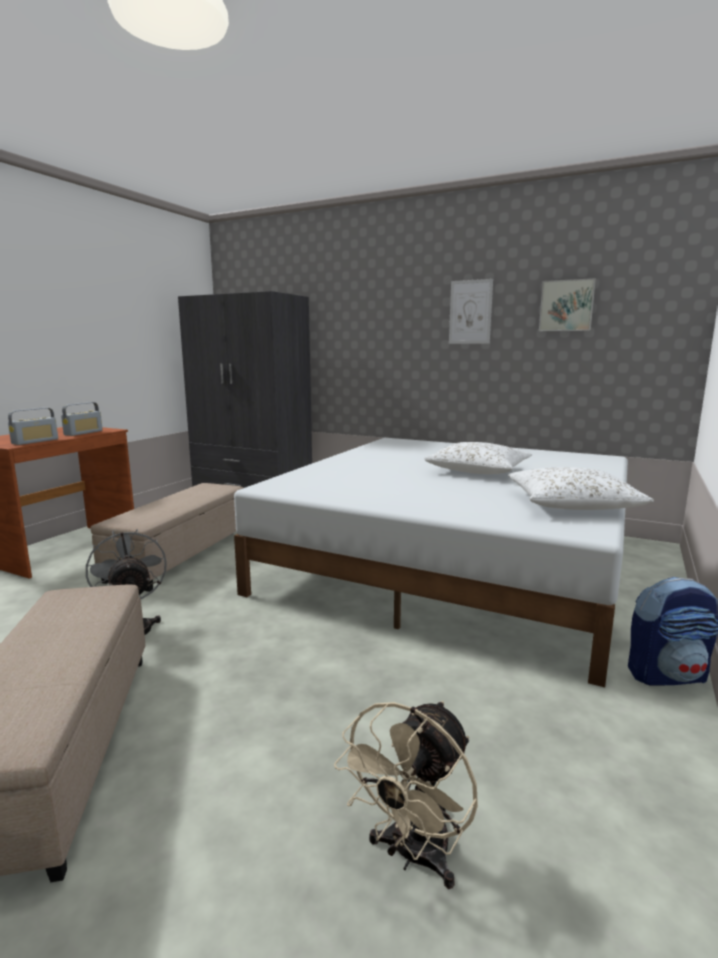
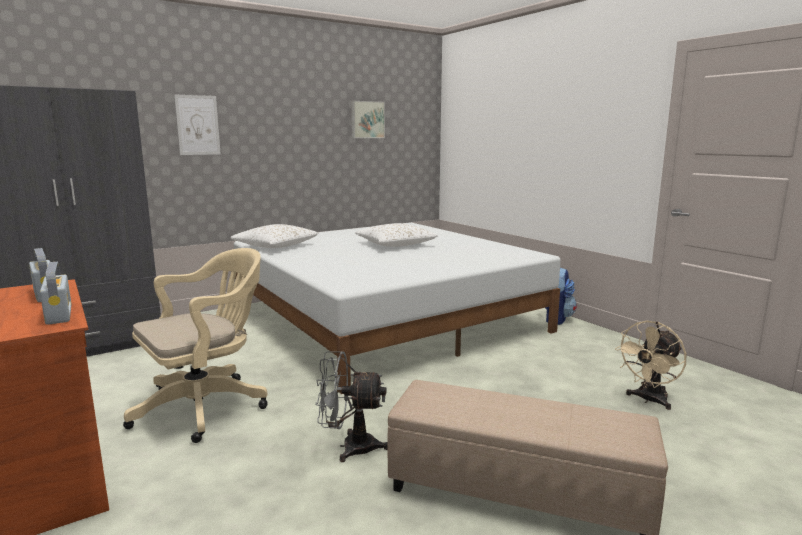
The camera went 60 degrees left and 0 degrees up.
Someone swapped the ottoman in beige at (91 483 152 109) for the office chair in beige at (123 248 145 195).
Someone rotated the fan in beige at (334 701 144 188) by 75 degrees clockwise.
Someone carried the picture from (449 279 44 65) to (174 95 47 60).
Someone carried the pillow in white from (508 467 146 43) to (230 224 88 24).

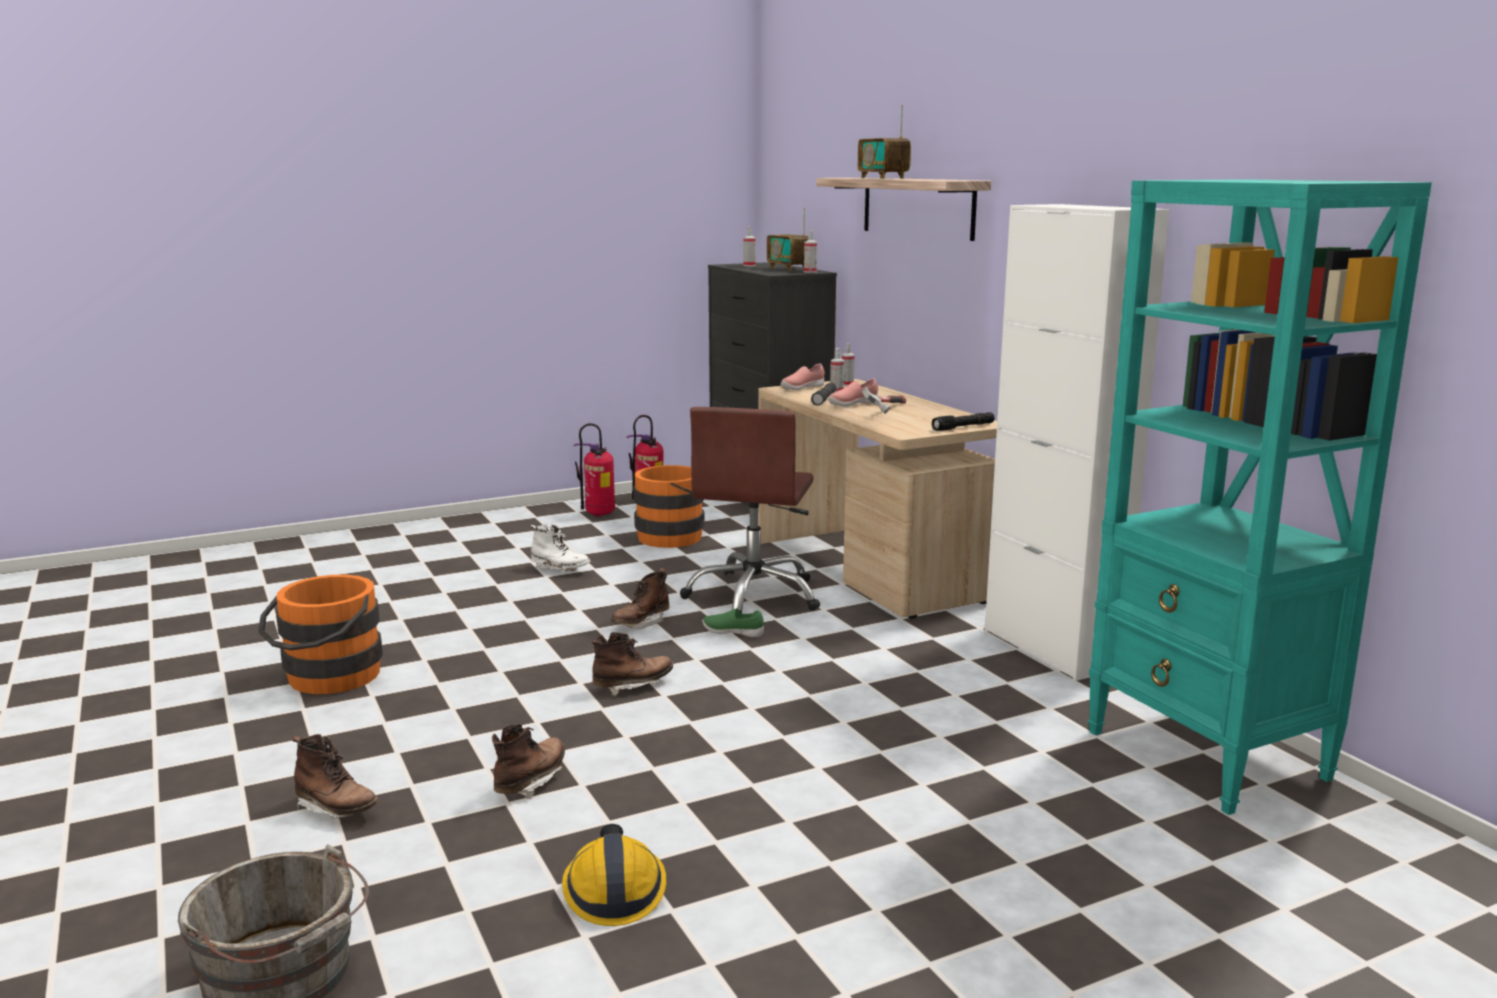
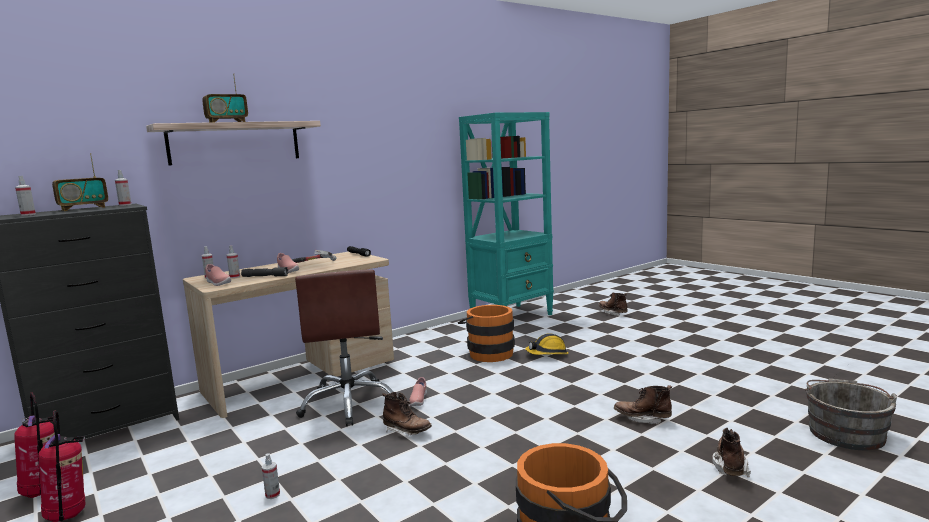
The camera went 100 degrees left and 5 degrees down.
Someone swapped the boot in white at (531 524 60 47) for the spray bottle at (262 453 18 46).
Someone carried the hard hat from (562 824 105 102) to (525 333 44 22).
Someone carried the boot in brown from (592 632 81 64) to (598 292 30 24).
Someone carried the bucket in orange from (634 465 71 83) to (458 305 57 57).
Someone rotated the office chair in brown at (680 407 140 207) by 75 degrees clockwise.
Someone repainted the shoe in green at (702 608 62 29), which became the shoe in pink at (409 377 18 29).
Someone took away the cabinet in white at (985 204 185 477).

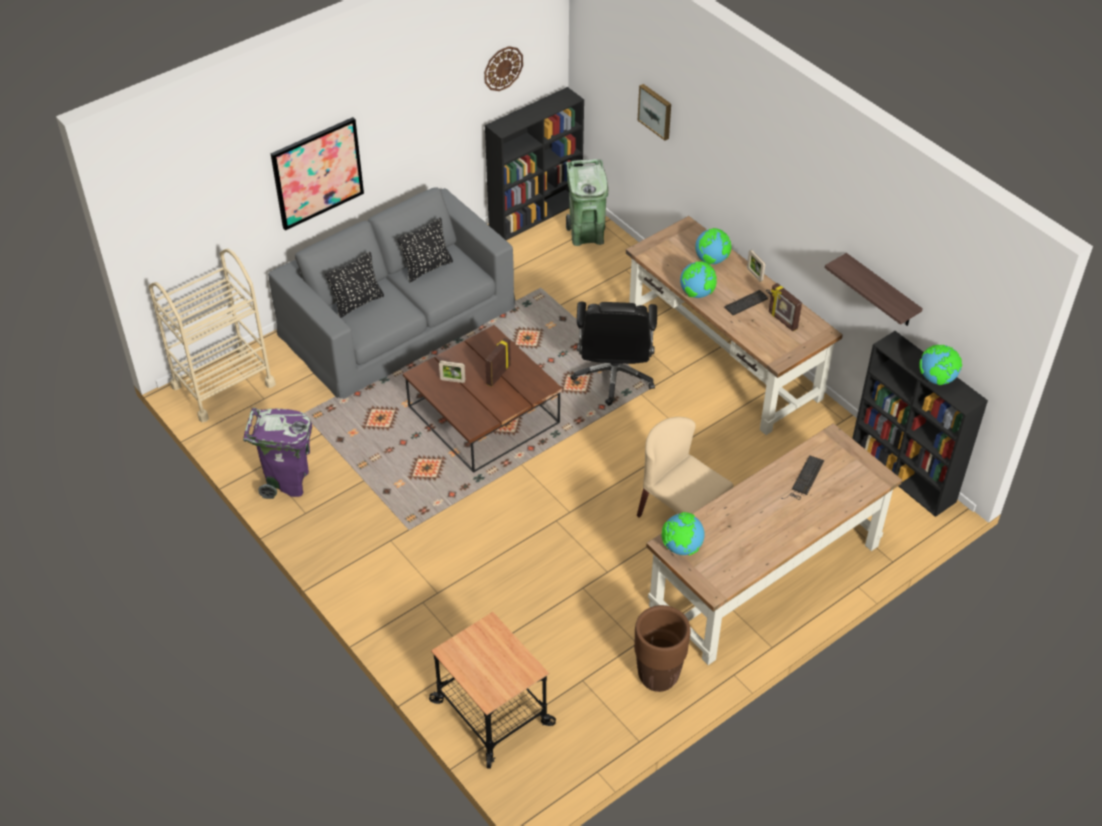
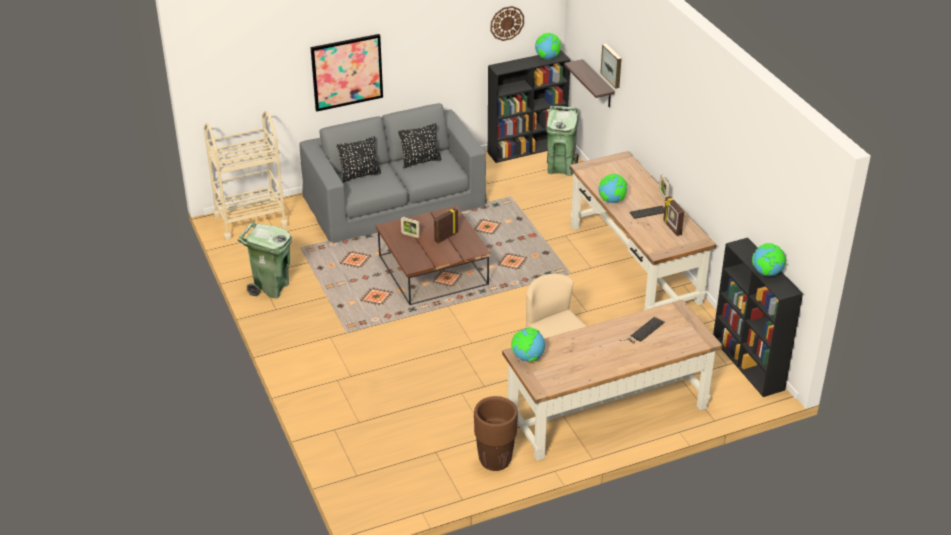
The camera went 15 degrees right and 10 degrees down.
Someone repainted the trash can in purple at (243 407 69 92), which became the trash can in green at (238 222 54 76).
Someone took away the cart at (429 612 127 157).
Someone took away the office chair in black at (570 302 87 104).
Someone carried the globe from (695 228 36 36) to (535 33 26 26).
Someone carried the shelf from (825 253 98 73) to (564 59 51 48).

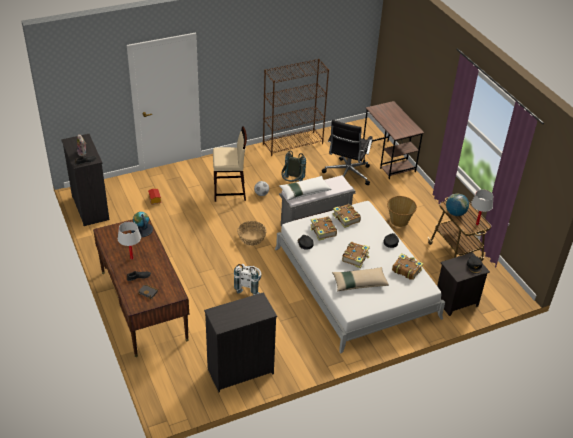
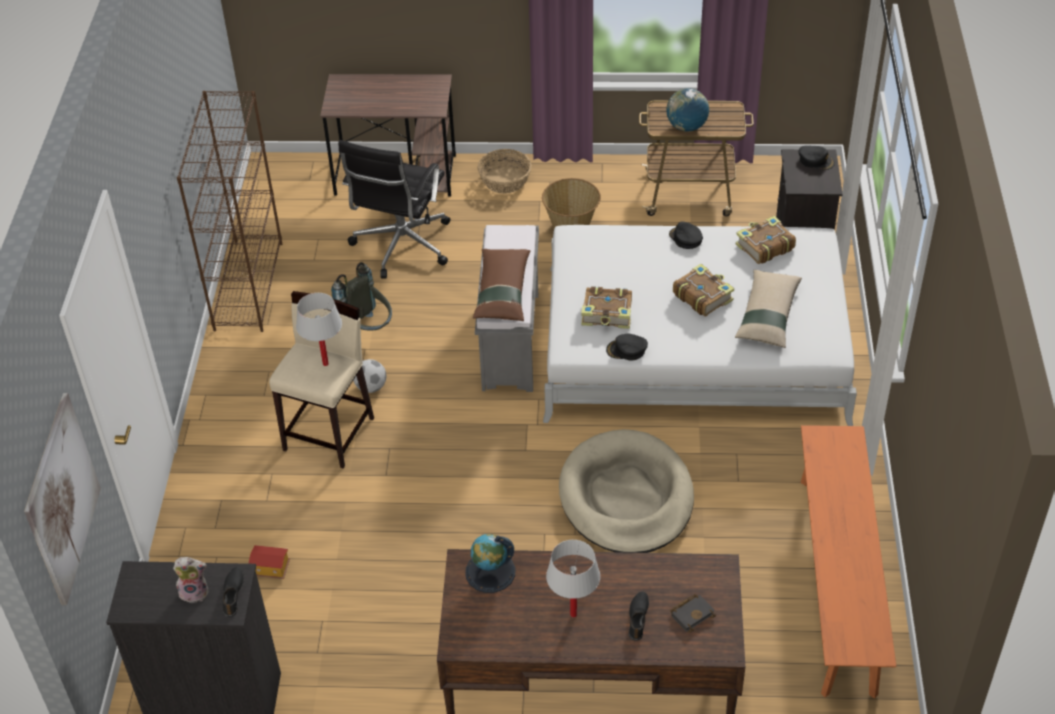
The camera went 60 degrees left and 5 degrees up.
Someone swapped the dresser in black at (204 292 73 100) for the bench in orange at (801 425 95 274).
Someone swapped the backpack in white at (234 264 28 31) for the dog bed in beige at (559 429 135 124).
Someone carried the basket from (237 221 30 25) to (477 149 55 45).
Someone repainted the pillow in white at (279 176 52 24), which became the pillow in brown at (473 249 58 72).
Someone rotated the office chair in black at (322 120 51 65) by 60 degrees clockwise.
Someone took away the book at (333 204 28 24).
Someone carried the table lamp in white from (471 189 22 36) to (296 293 46 73).
Someone put up the picture at (24 393 77 212).

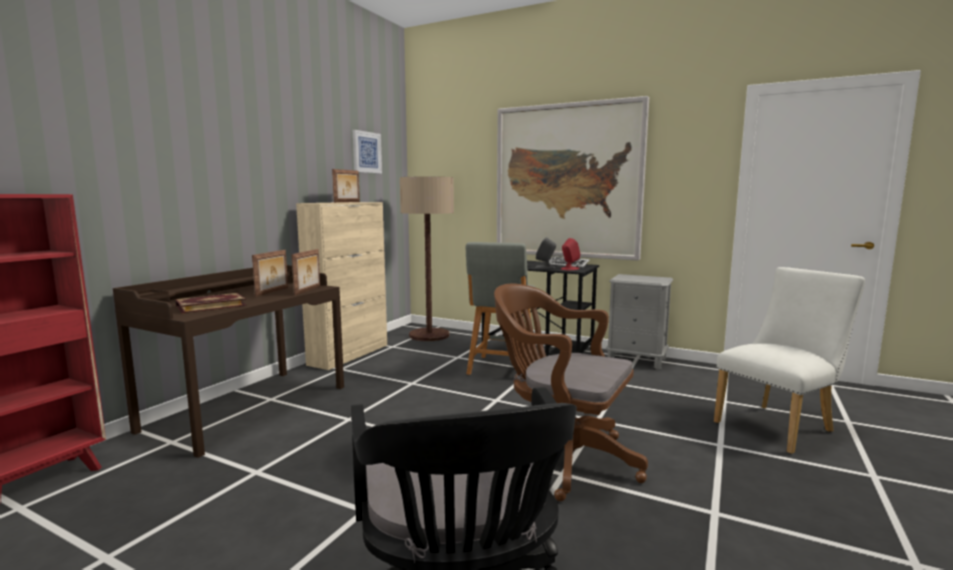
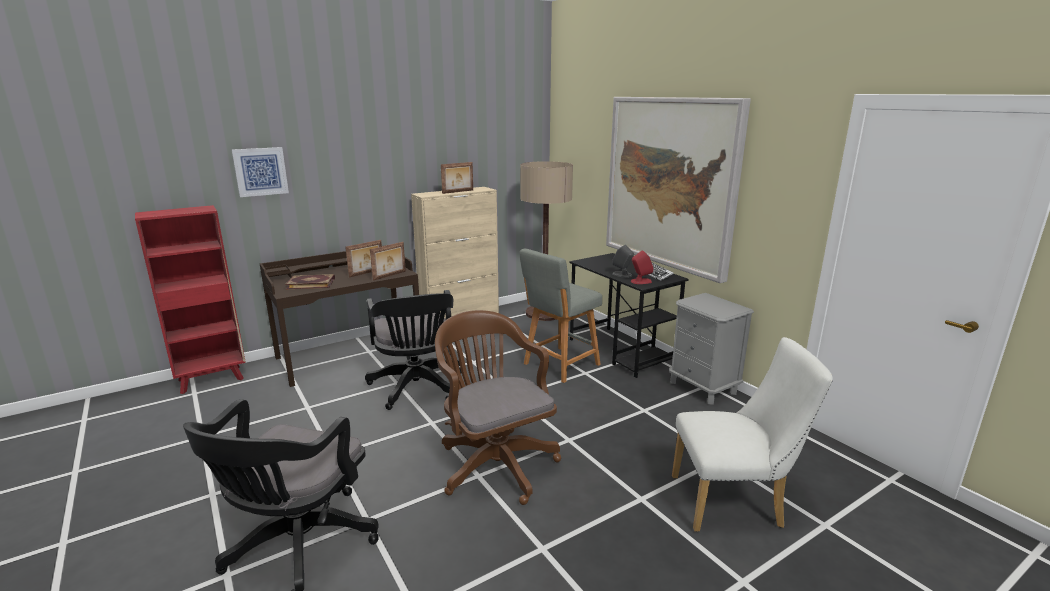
The camera went 30 degrees right and 10 degrees up.
Someone carried the picture from (353 130 29 43) to (232 147 57 50).
Someone put down the office chair in black at (365 290 97 120).

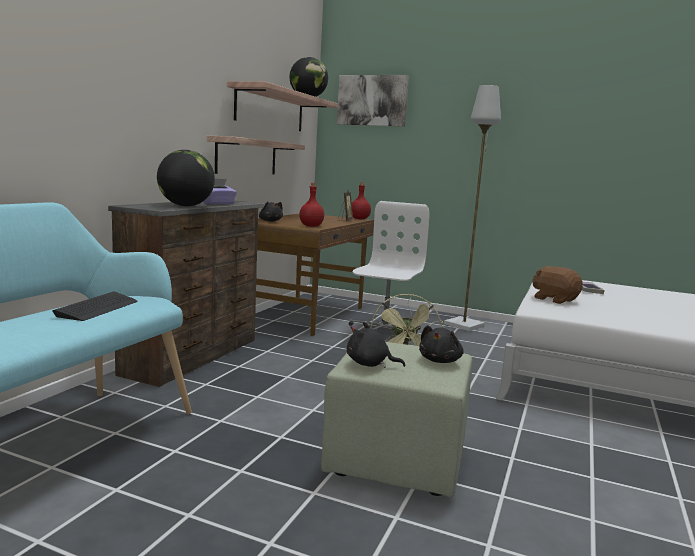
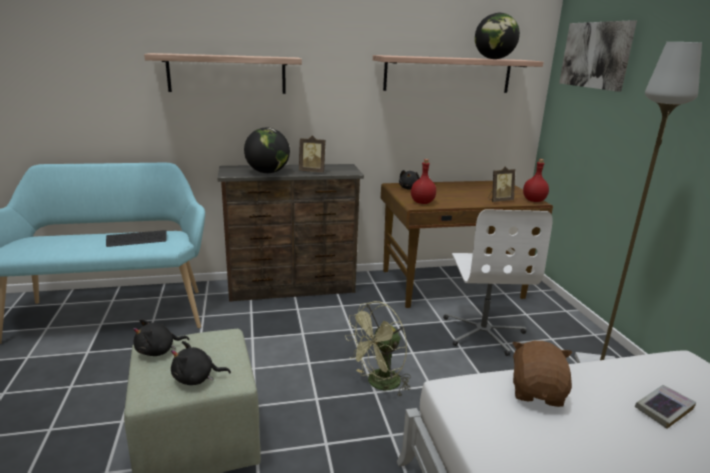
The camera went 55 degrees right and 10 degrees up.
Someone swapped the tissue box in purple at (203 178 34 26) for the picture frame at (299 135 26 37).
Someone carried the shelf from (207 135 98 40) to (144 53 158 41).
Someone rotated the plush toy in black at (347 322 58 46) by 105 degrees counterclockwise.
Someone rotated the office chair in white at (349 201 81 140) by 105 degrees clockwise.

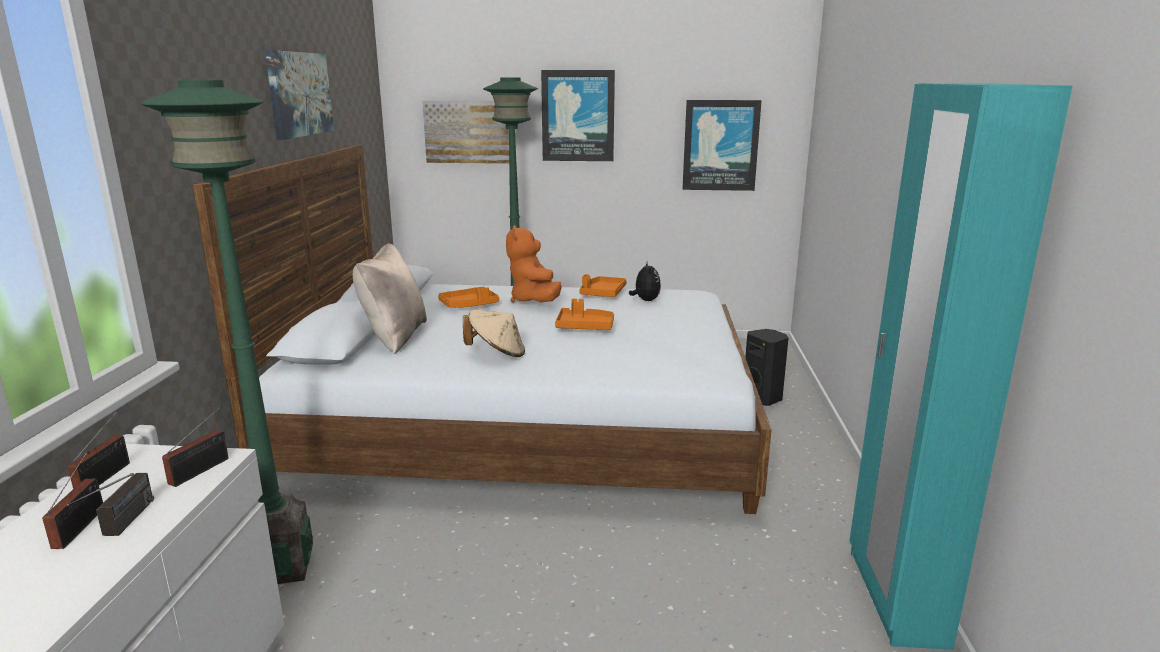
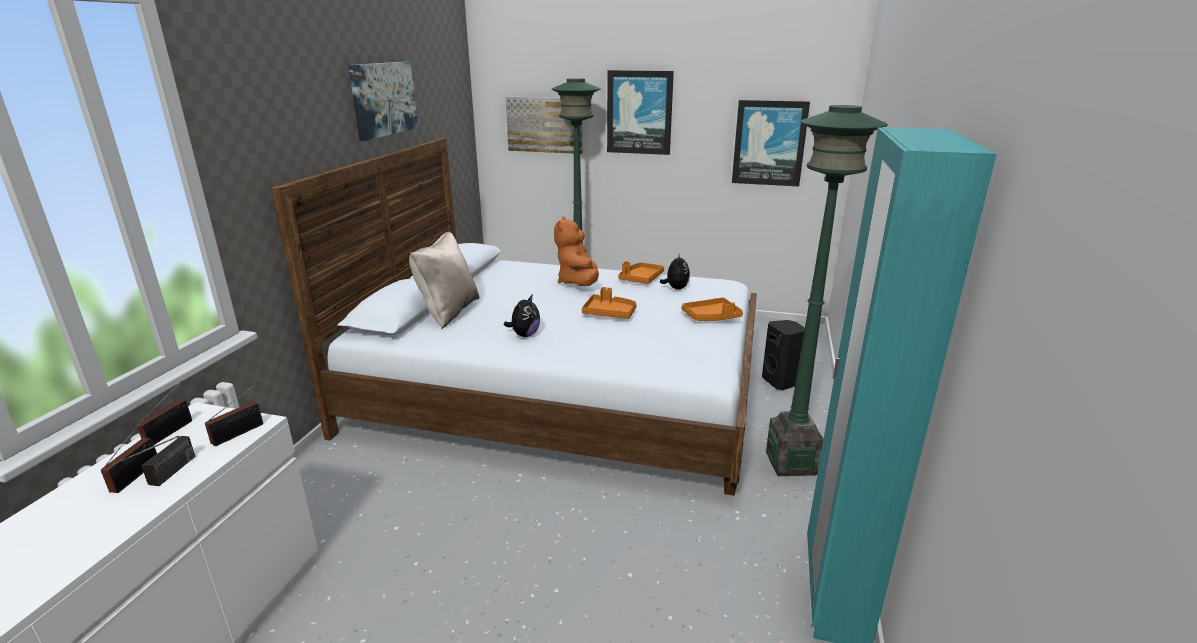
The camera went 10 degrees right and 5 degrees up.
Someone carried the floor lamp in green from (141 80 172 504) to (766 105 122 371).
Someone carried the tray in orange from (438 287 61 21) to (682 298 61 23).
Someone swapped the hat in beige at (463 310 62 47) for the plush toy at (504 295 36 42).

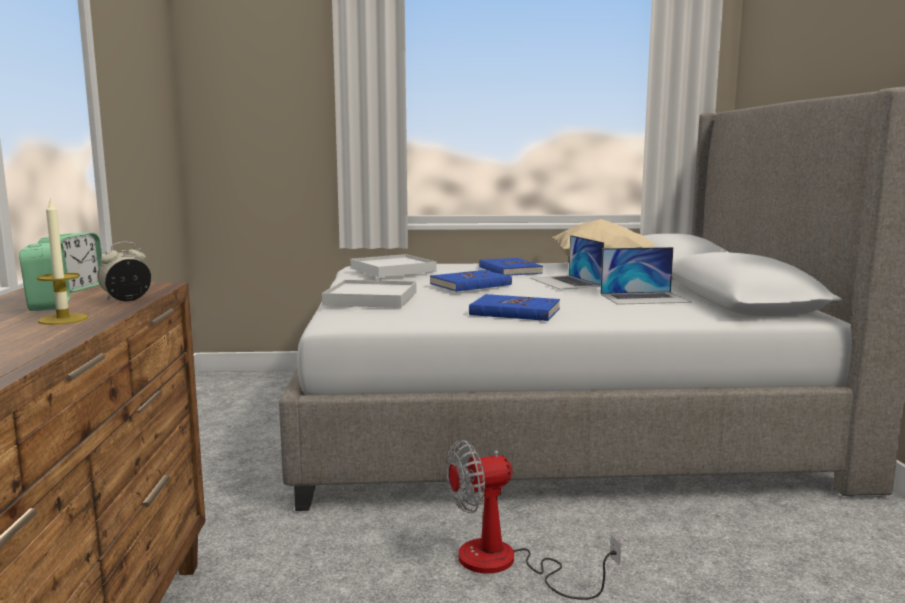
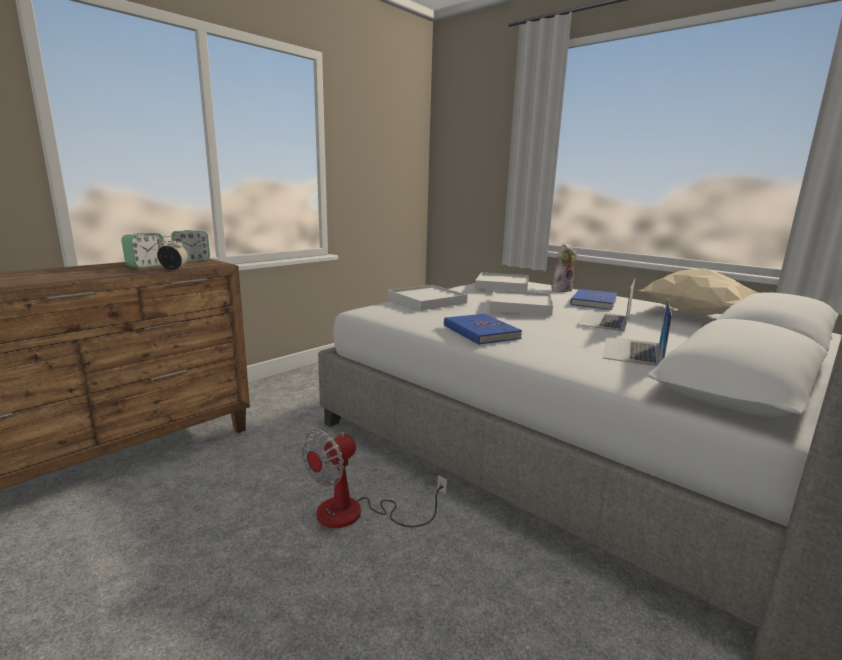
The camera went 45 degrees right and 5 degrees up.
Someone took away the candle at (37 198 51 127).
Someone swapped the book in blue at (430 270 82 22) for the tray in white at (489 289 64 26).
Someone rotated the fan at (446 440 175 160) by 75 degrees counterclockwise.
Someone rotated the laptop at (600 247 92 58) by 75 degrees clockwise.
Someone put down the plush toy at (551 243 26 49).

